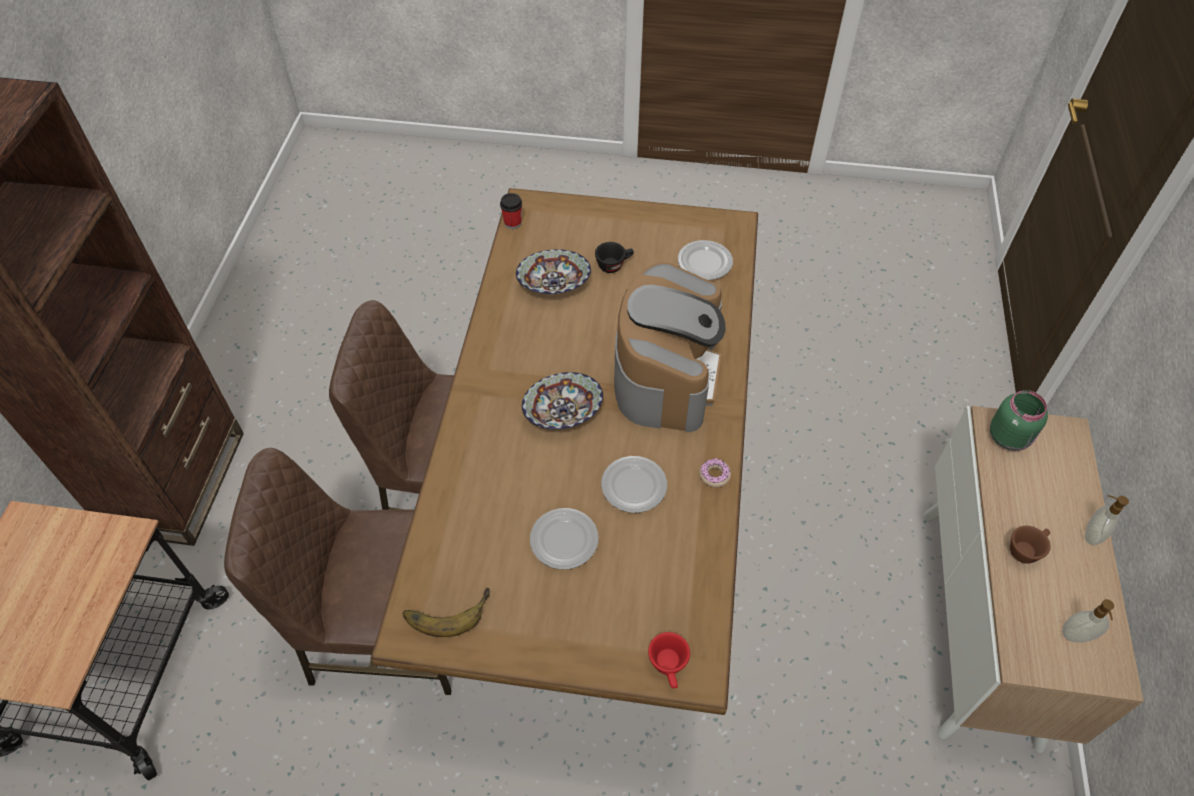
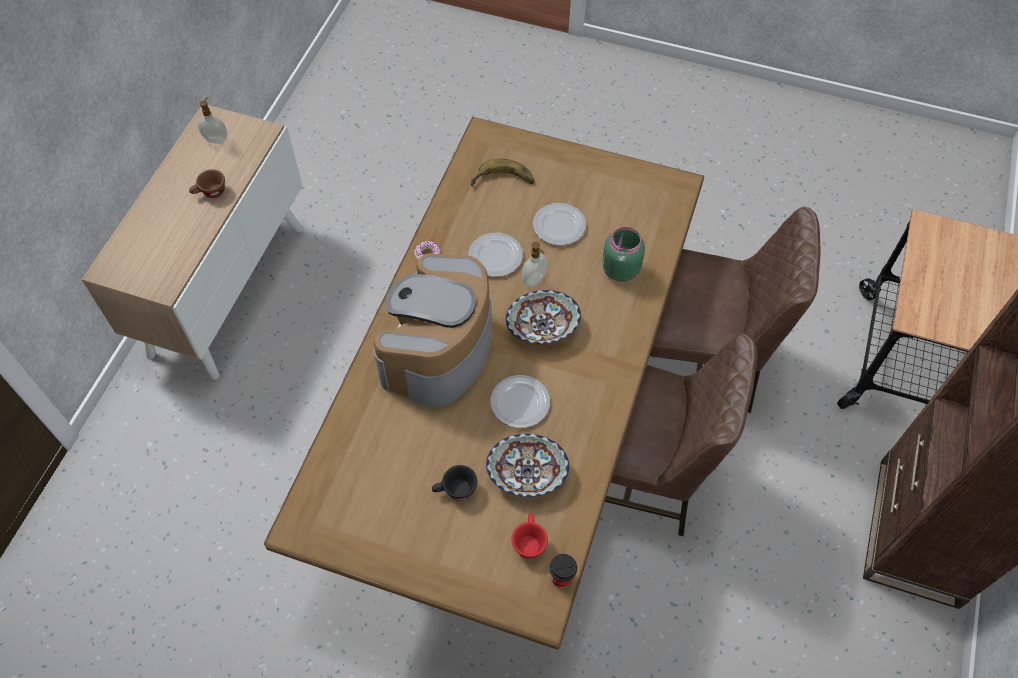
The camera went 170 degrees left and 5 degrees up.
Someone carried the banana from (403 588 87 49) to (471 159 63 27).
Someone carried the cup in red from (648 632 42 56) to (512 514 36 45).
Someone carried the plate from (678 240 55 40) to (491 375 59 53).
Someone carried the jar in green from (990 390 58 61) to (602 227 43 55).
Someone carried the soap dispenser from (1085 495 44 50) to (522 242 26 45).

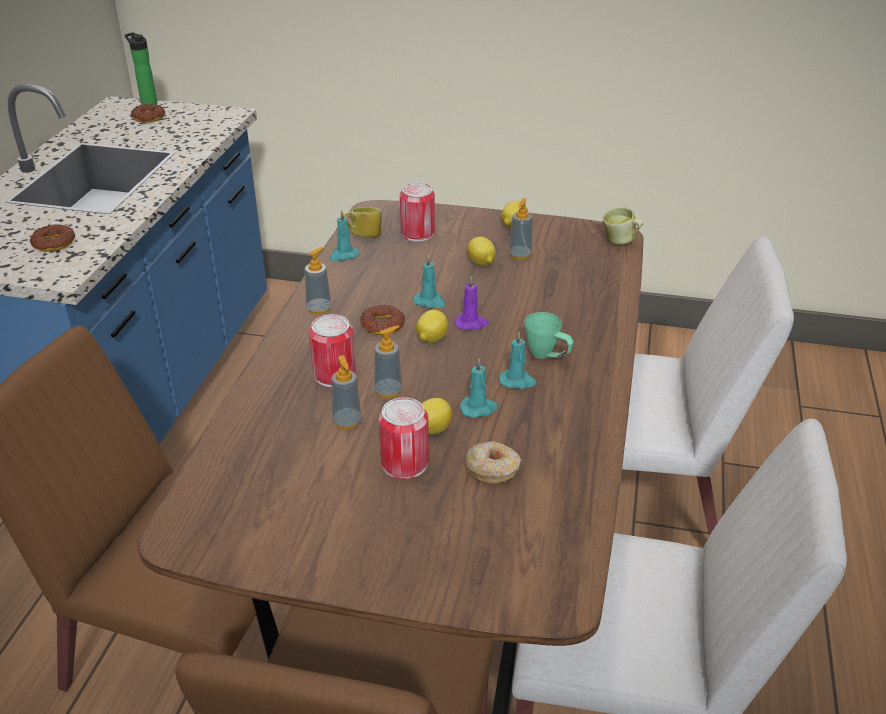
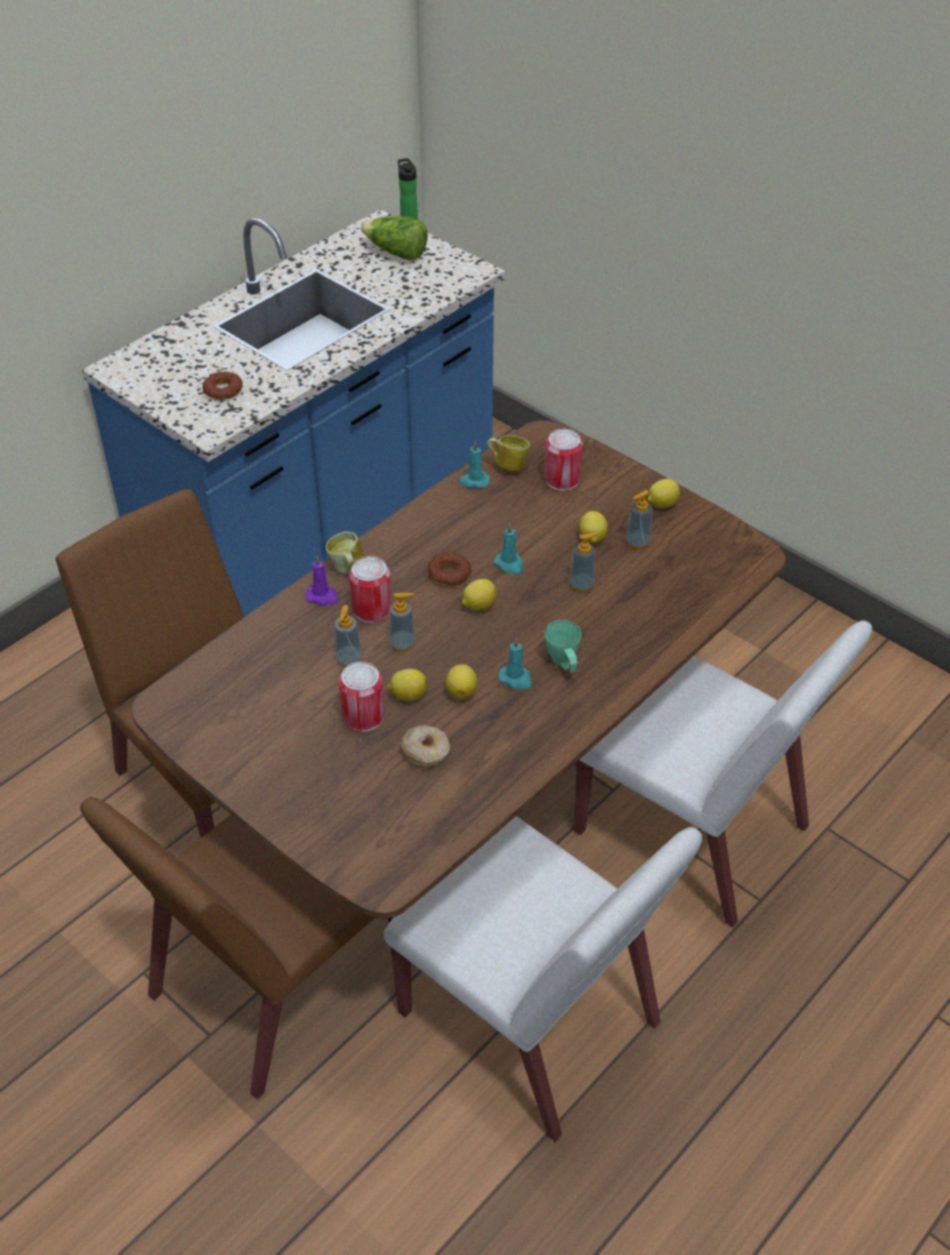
The camera went 30 degrees right and 10 degrees up.
Someone swapped the donut at (131 104 34 19) for the lettuce at (361 216 67 45).
Someone carried the soap dispenser from (305 247 26 68) to (569 532 29 60).
Someone carried the candle in purple from (454 276 35 54) to (306 556 33 49).
Someone swapped the candle in turquoise at (460 358 38 60) for the lemon at (446 664 31 36).
Someone carried the mug from (603 207 40 38) to (326 531 39 43).

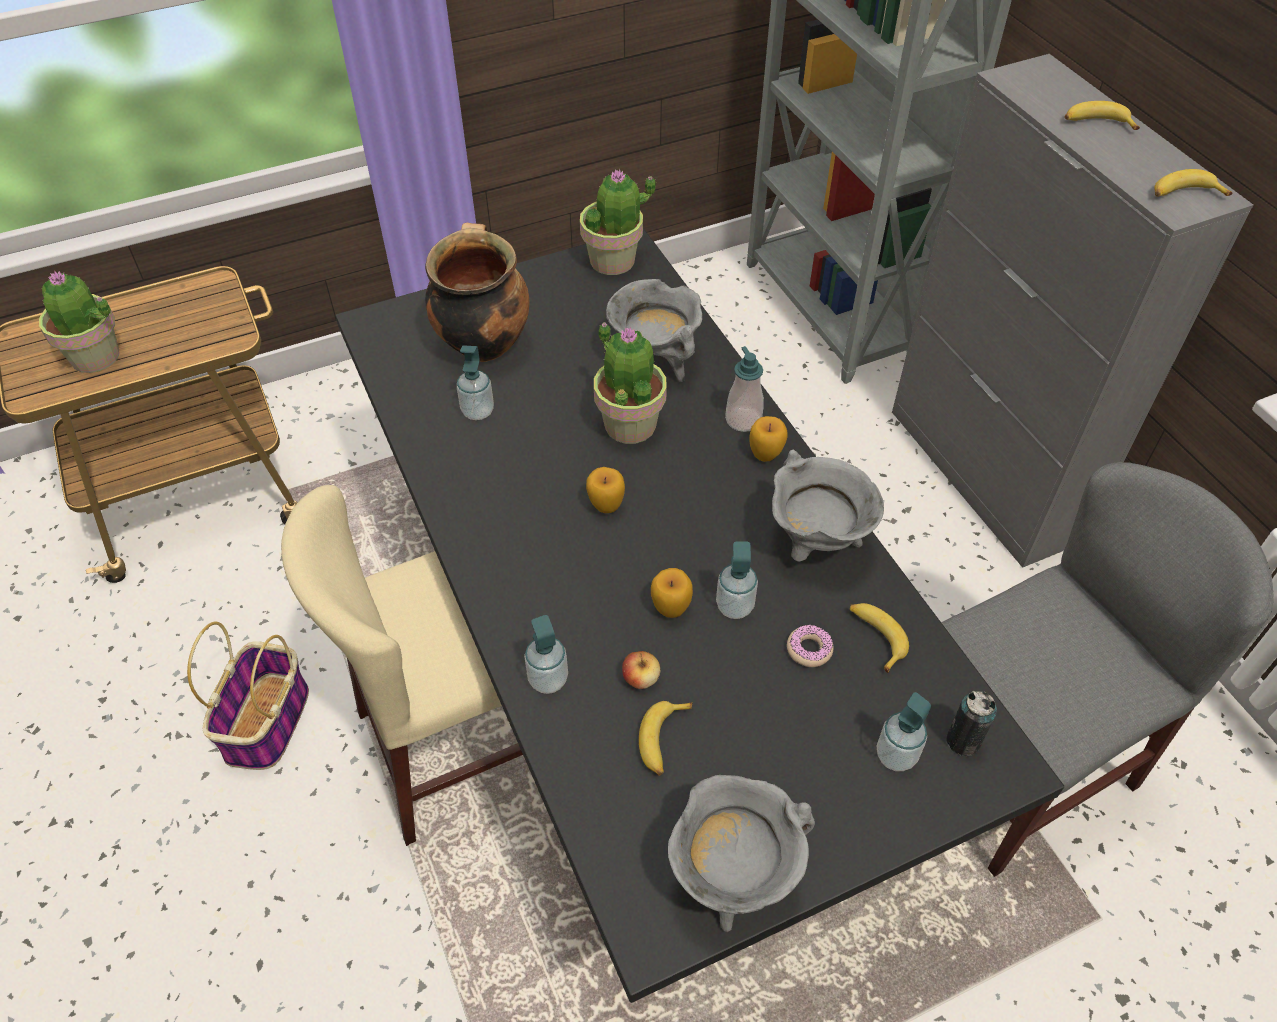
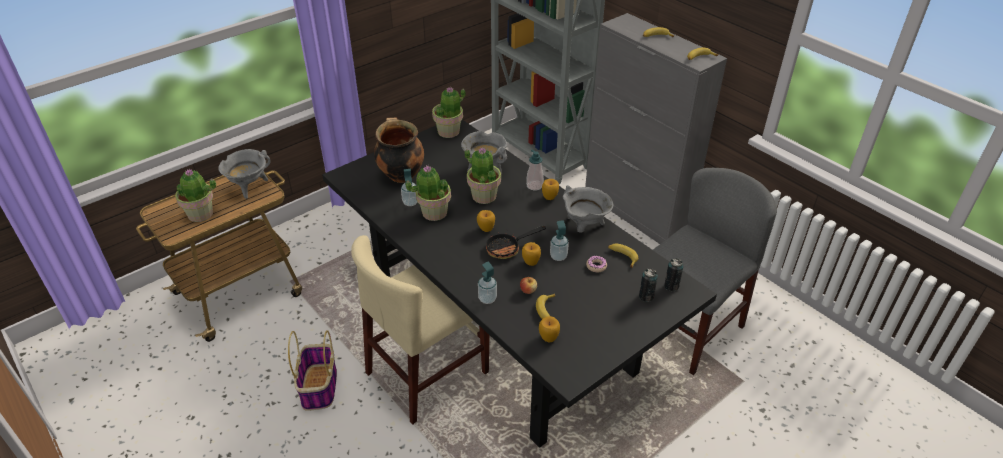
The camera went 15 degrees left and 10 degrees down.
Someone carried the cooking pot in grey from (668 775 147 157) to (218 149 53 50).
Someone swapped the soap dispenser at (876 692 55 79) for the can at (639 268 19 34).
Someone put down the potted plant at (406 165 45 56).
Someone put down the frying pan at (486 226 60 33).
Someone put down the apple at (539 316 21 26).

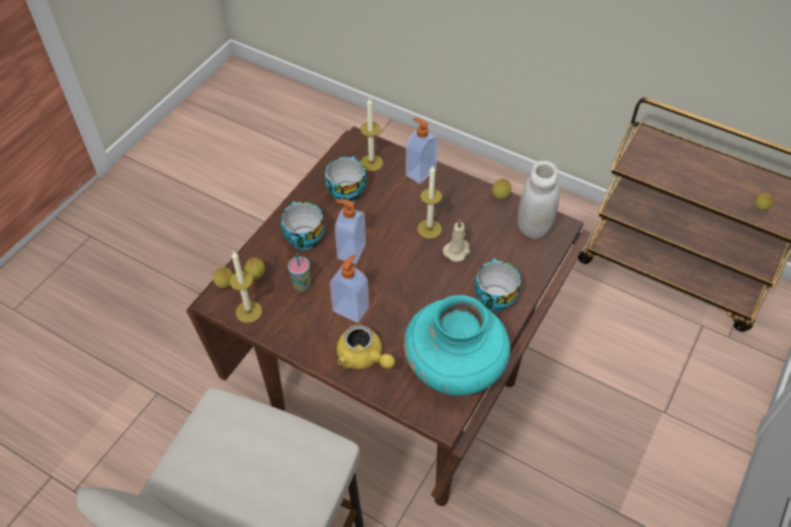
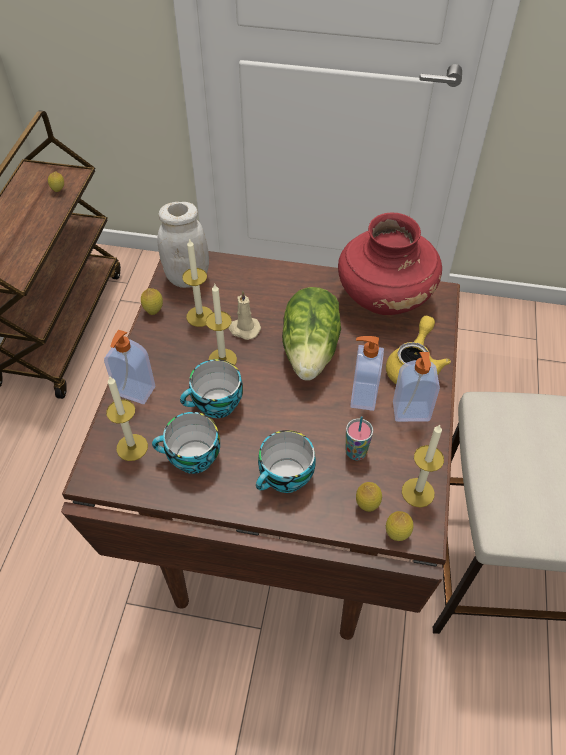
The camera went 110 degrees left and 0 degrees up.
Someone carried the soap dispenser from (335 199 31 65) to (393 352 47 70).
Someone repainted the vase in turquoise at (404 295 106 101), which became the vase in red at (338 212 104 103).
Someone carried the cup from (474 258 47 53) to (180 359 63 59).
Someone put down the candle at (182 238 30 89).
Someone put down the lettuce at (282 287 59 94).

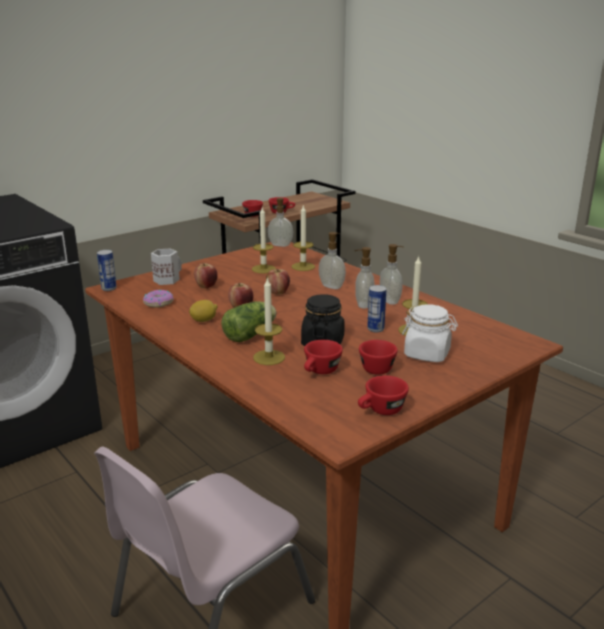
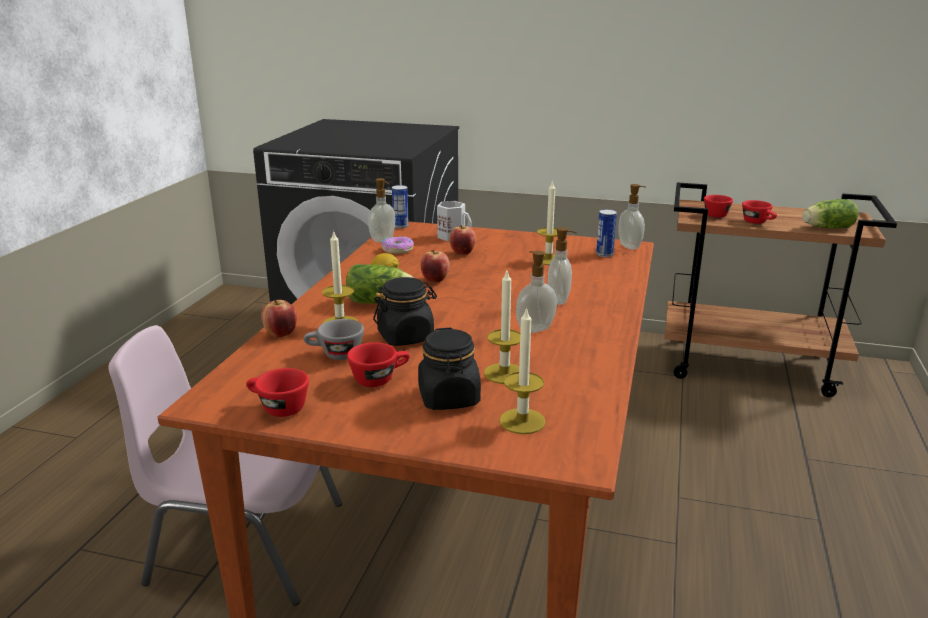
The camera went 55 degrees right and 0 degrees up.
Someone carried the apple from (266 269 24 26) to (261 300 36 38).
Someone carried the candle from (292 205 23 66) to (499 307 47 127).
Someone repainted the cup in red at (304 340 39 34), which became the cup in grey at (304 319 60 41).
Someone carried the can from (367 285 19 47) to (596 209 21 48).
Someone carried the soap dispenser from (380 244 23 61) to (368 178 27 64).
Someone repainted the jar in white at (402 304 56 58), which became the jar in black at (418 327 63 83).
Someone put down the lettuce at (802 199 56 30).

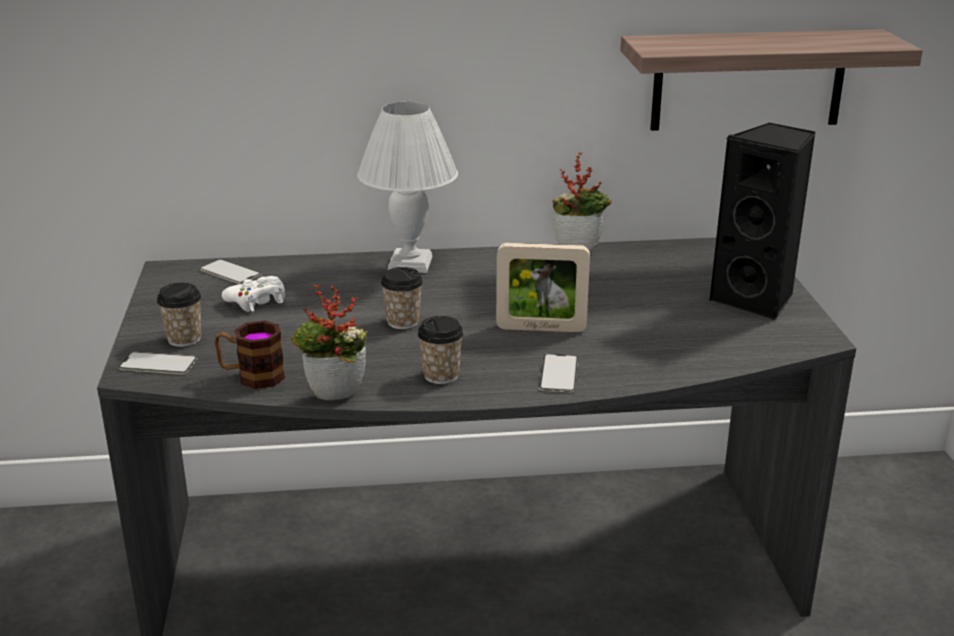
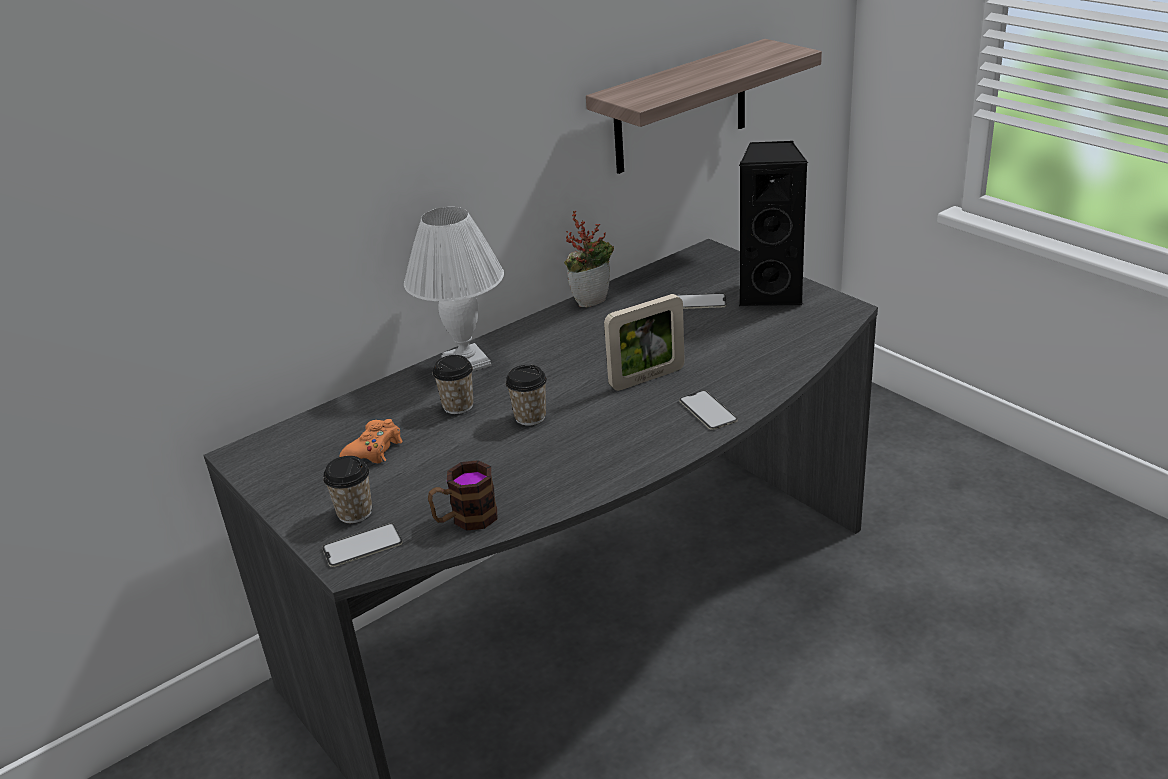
The camera went 30 degrees left and 5 degrees up.
Someone carried the phone from (199 259 62 25) to (677 293 50 16).
Someone repainted the game controller in white at (222 276 63 36), which became the game controller in orange at (340 419 63 44).
Someone took away the potted plant at (291 284 77 116).
Someone carried the cup from (417 316 47 68) to (433 355 40 59).

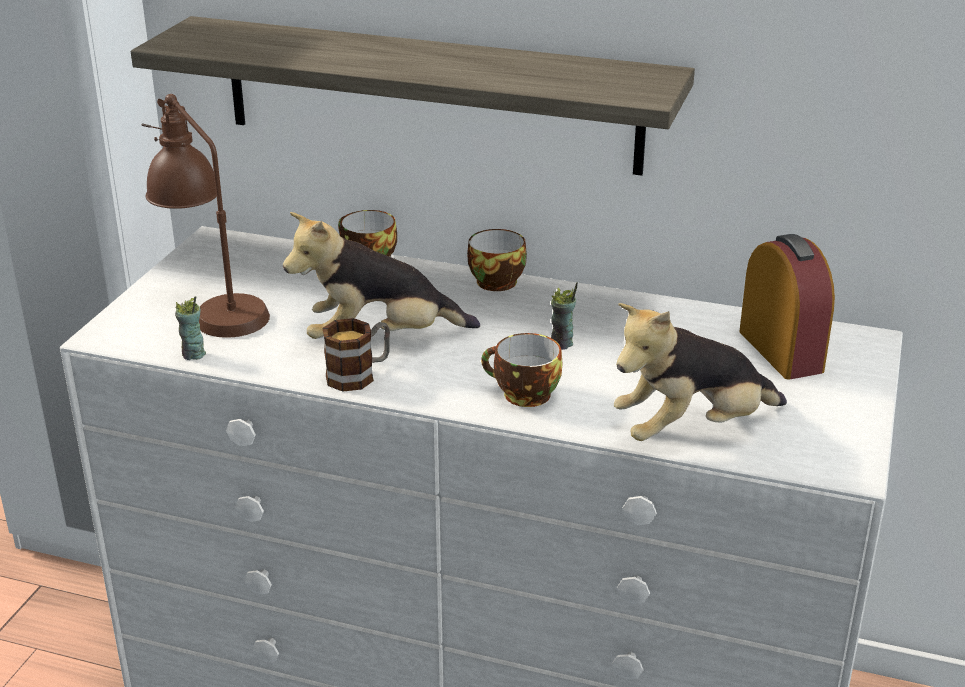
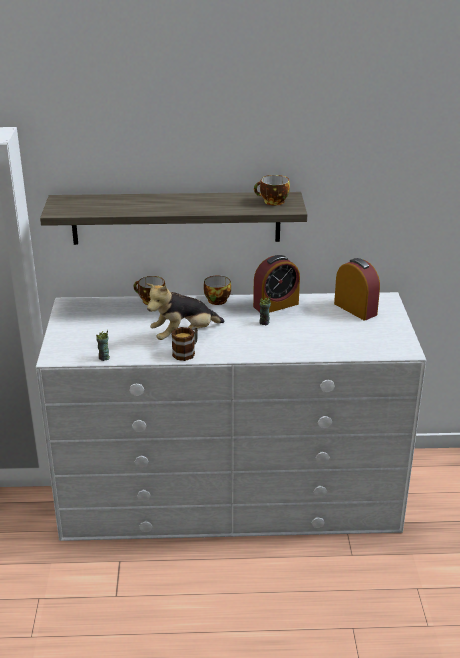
The camera went 20 degrees left and 0 degrees up.
Someone took away the table lamp in brown at (142 94 128 244).
Someone carried the cup from (481 333 82 74) to (254 175 36 30).
Someone took away the plush toy at (614 303 173 138).
Someone put down the alarm clock at (253 255 47 58).

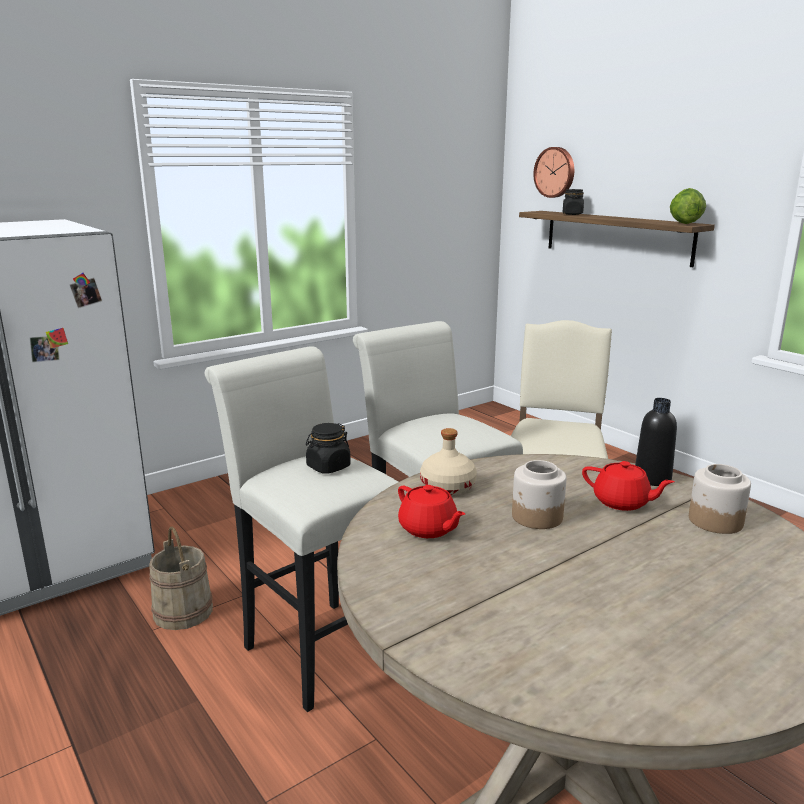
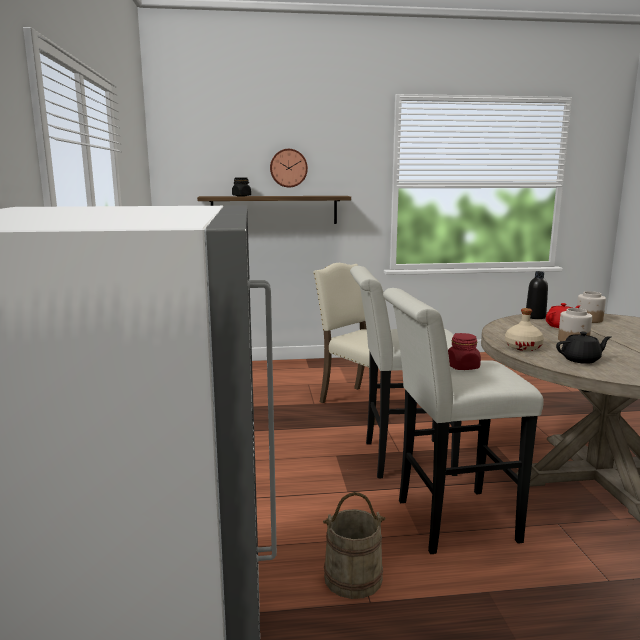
The camera went 60 degrees left and 5 degrees down.
Someone repainted the jar in black at (306 423 45 51), which became the jar in red at (448 333 33 37).
Someone repainted the teapot in red at (398 485 67 53), which became the teapot in black at (556 332 55 32).
Someone carried the wall clock from (533 147 41 51) to (270 149 38 39).
Someone took away the lettuce at (670 188 36 36).

